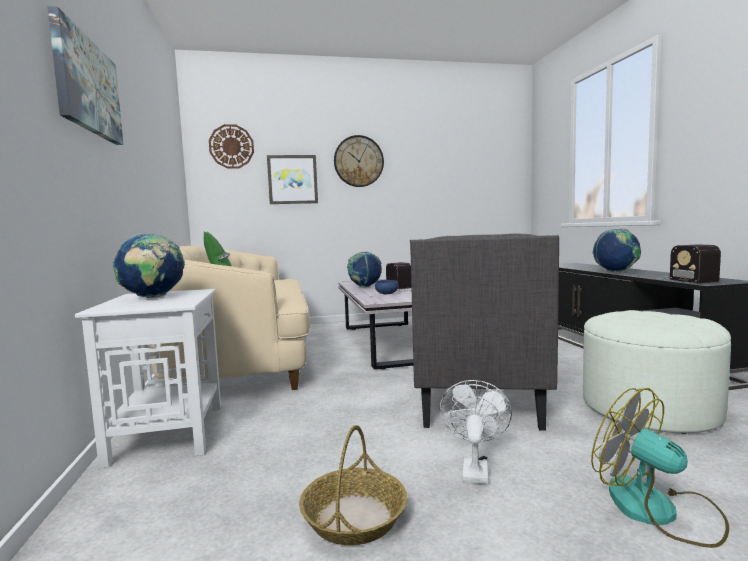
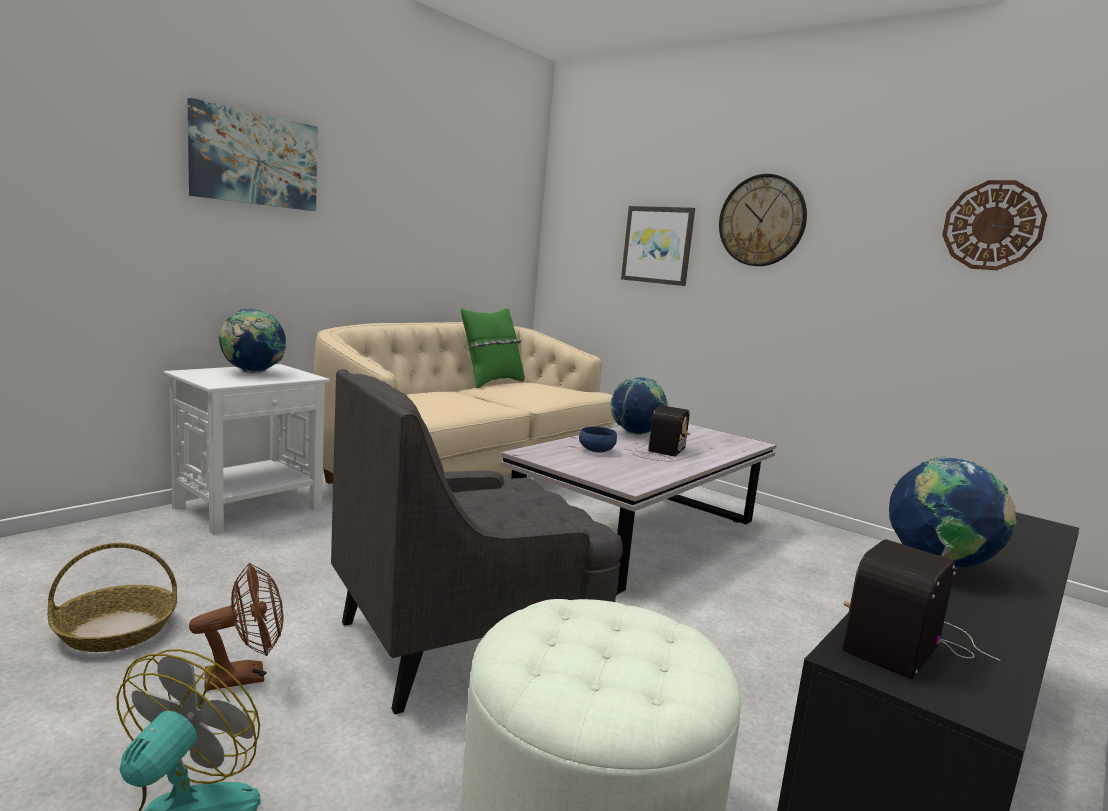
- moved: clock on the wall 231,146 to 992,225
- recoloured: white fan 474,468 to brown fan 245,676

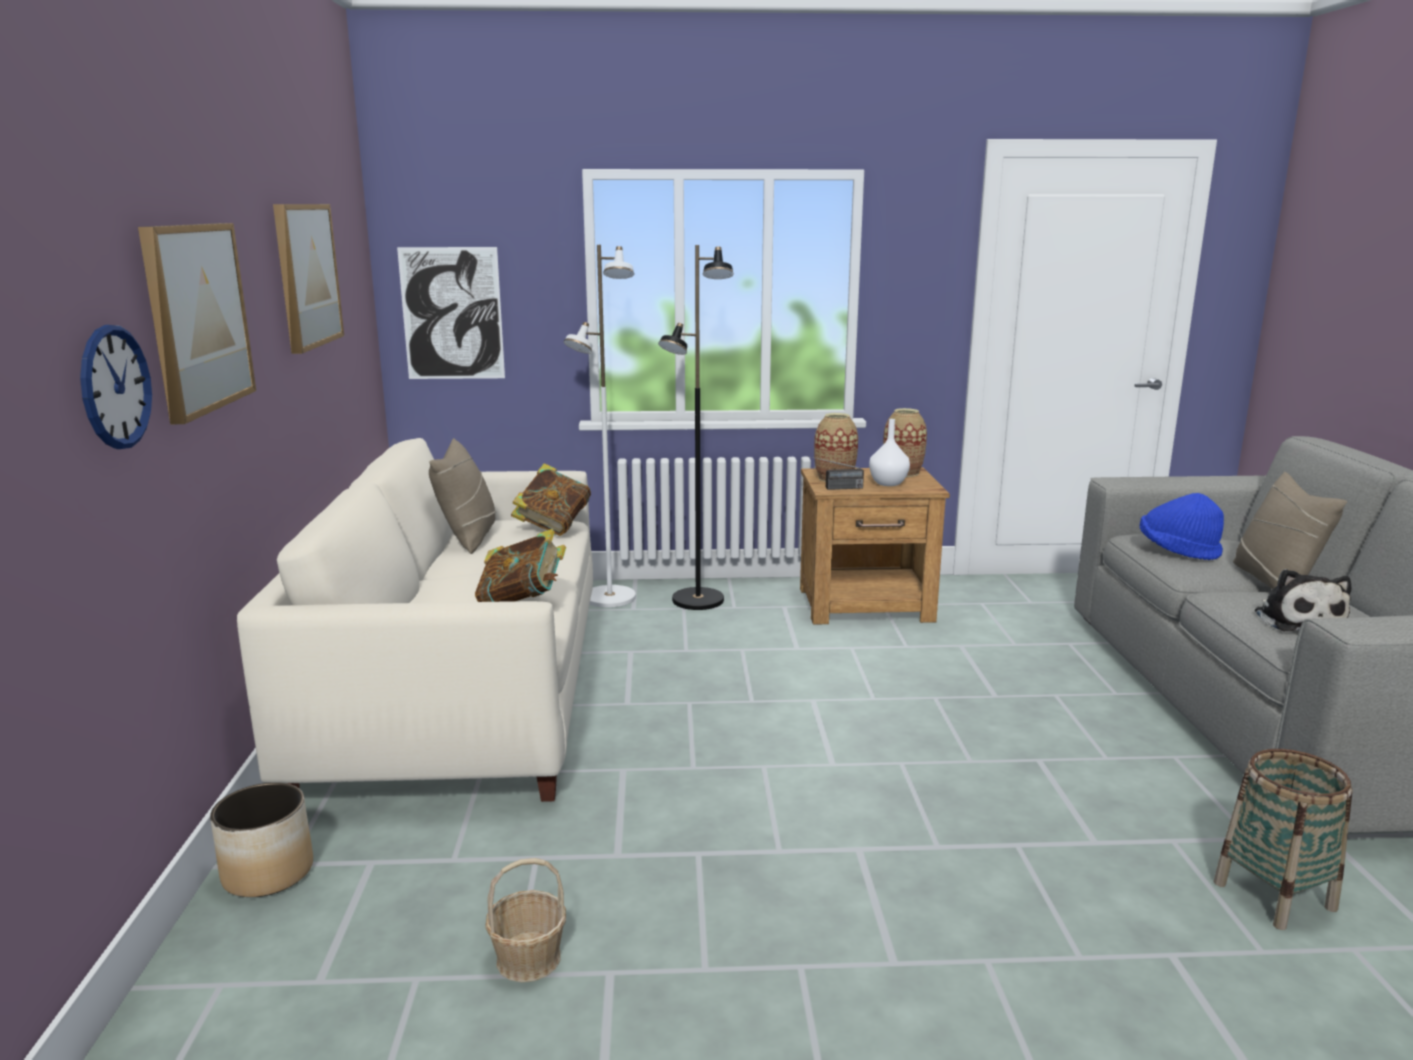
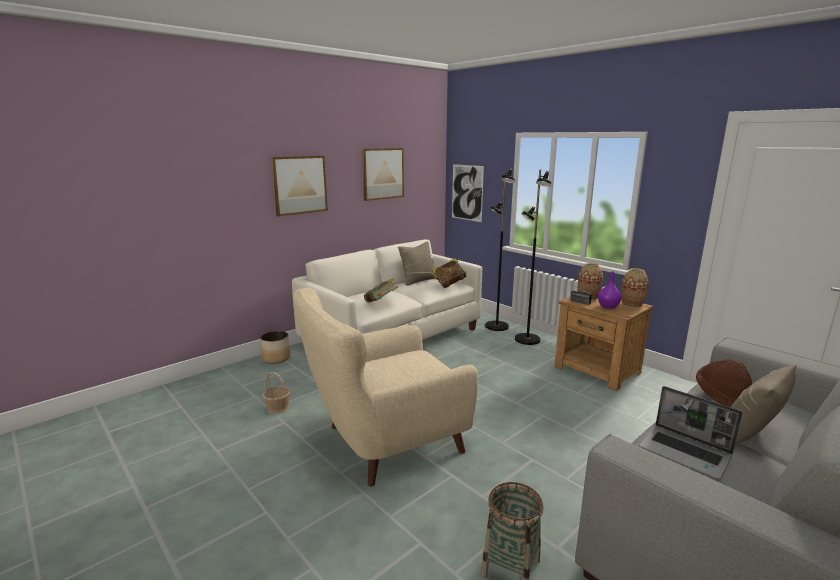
- removed: clock on the wall 115,387
- added: sand-coloured easy chair 385,441
- replaced: soft toy 1297,620 to notebook computer 686,452
- recoloured: white standard lamp 609,598 to black standard lamp 496,326
- recoloured: white vase 889,483 to purplish vase 608,306
- recoloured: blue clothing hat 1177,551 to brown clothing hat 721,396

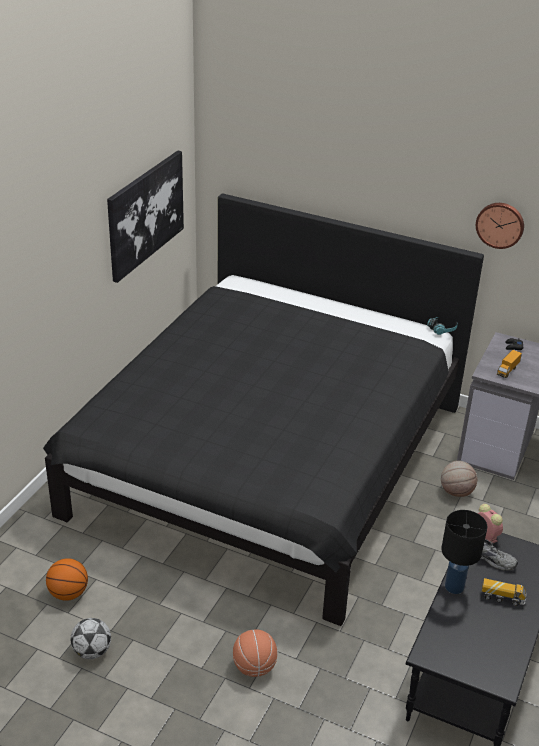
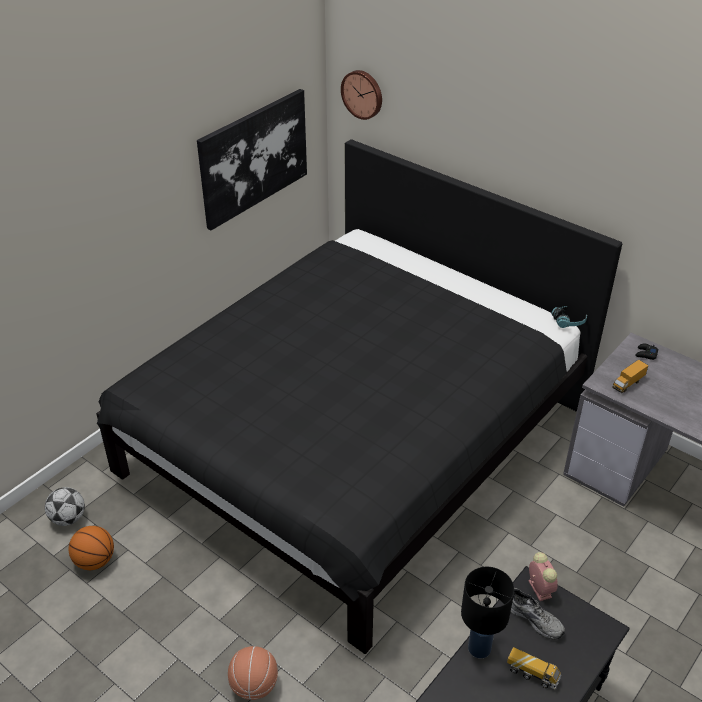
- removed: ball for basketball 456,492
- moved: football ball 92,651 to 68,518
- moved: clock on the wall 500,224 to 363,94

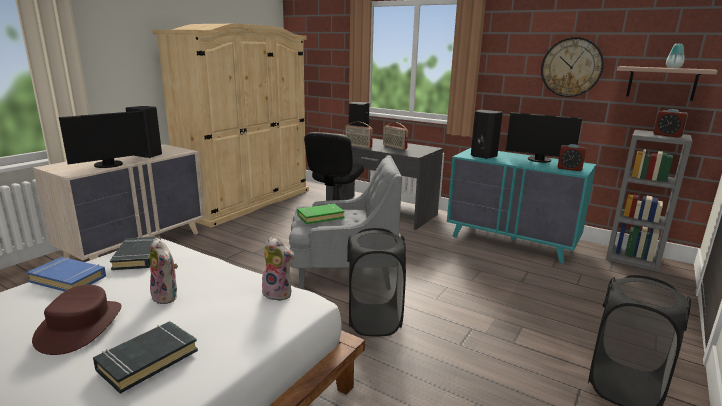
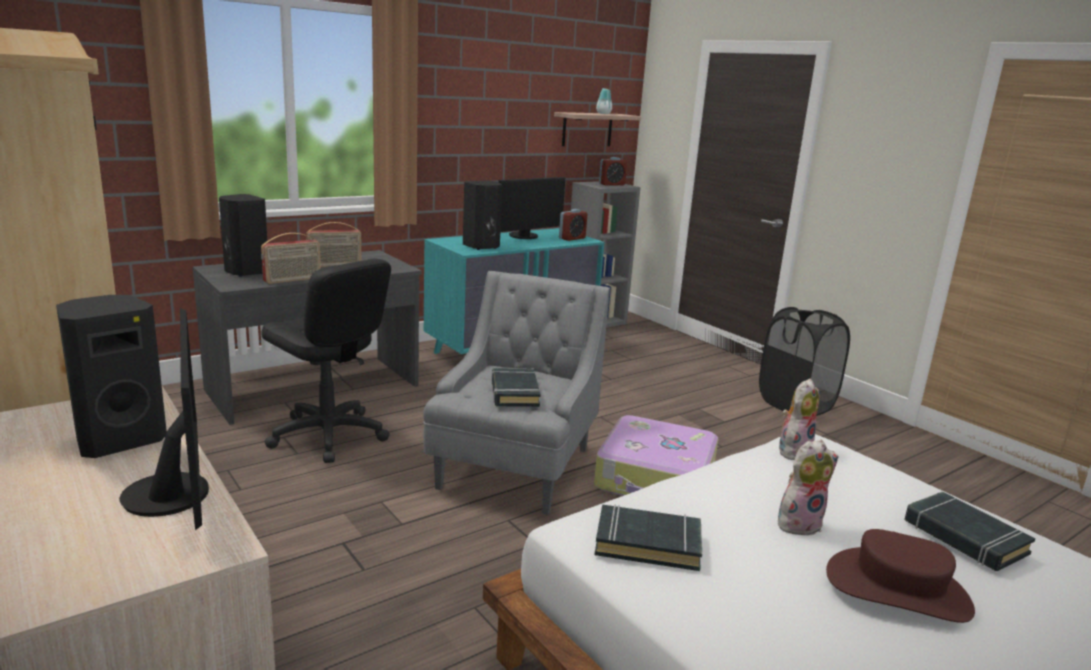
- removed: blue volume 68,279
- removed: clock on the wall 571,67
- replaced: black laundry basket 374,320 to travel case 656,479
- recoloured: green-coloured volume 320,217 to black volume 514,392

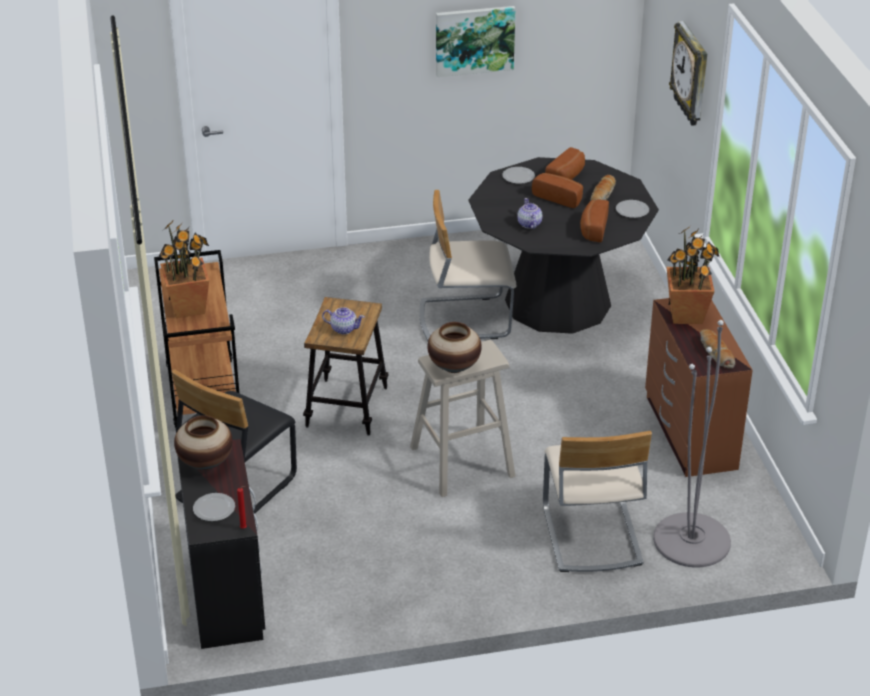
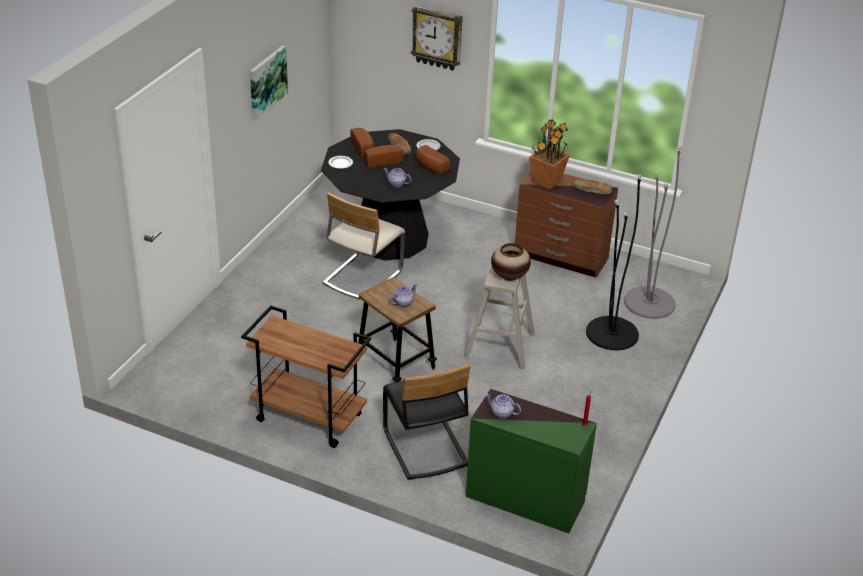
- removed: plant in a pot 189,307
- removed: flat dish 214,508
- replaced: vase 205,463 to tea pot 501,413
- replaced: sand-coloured upright chair 590,535 to black standard lamp 612,333
- recoloured: black chest of drawers 227,592 to green-coloured chest of drawers 525,497

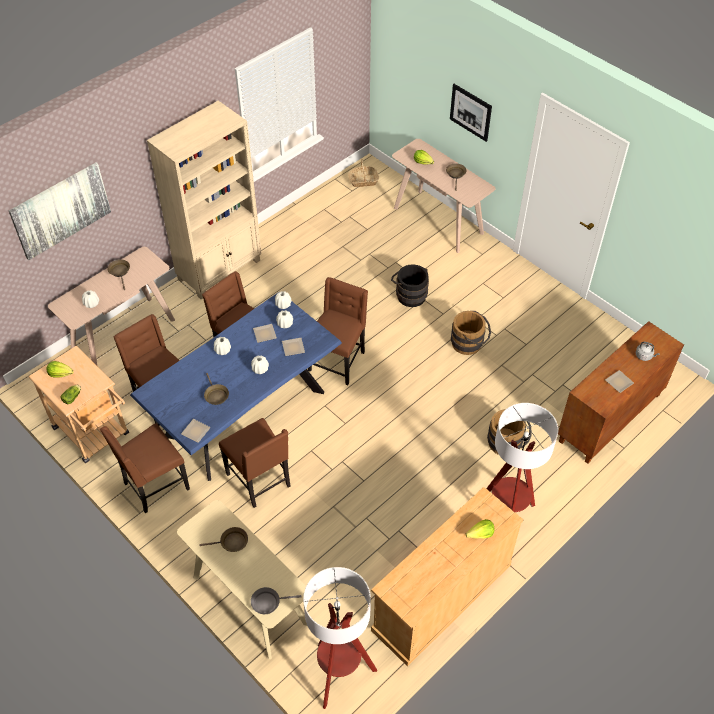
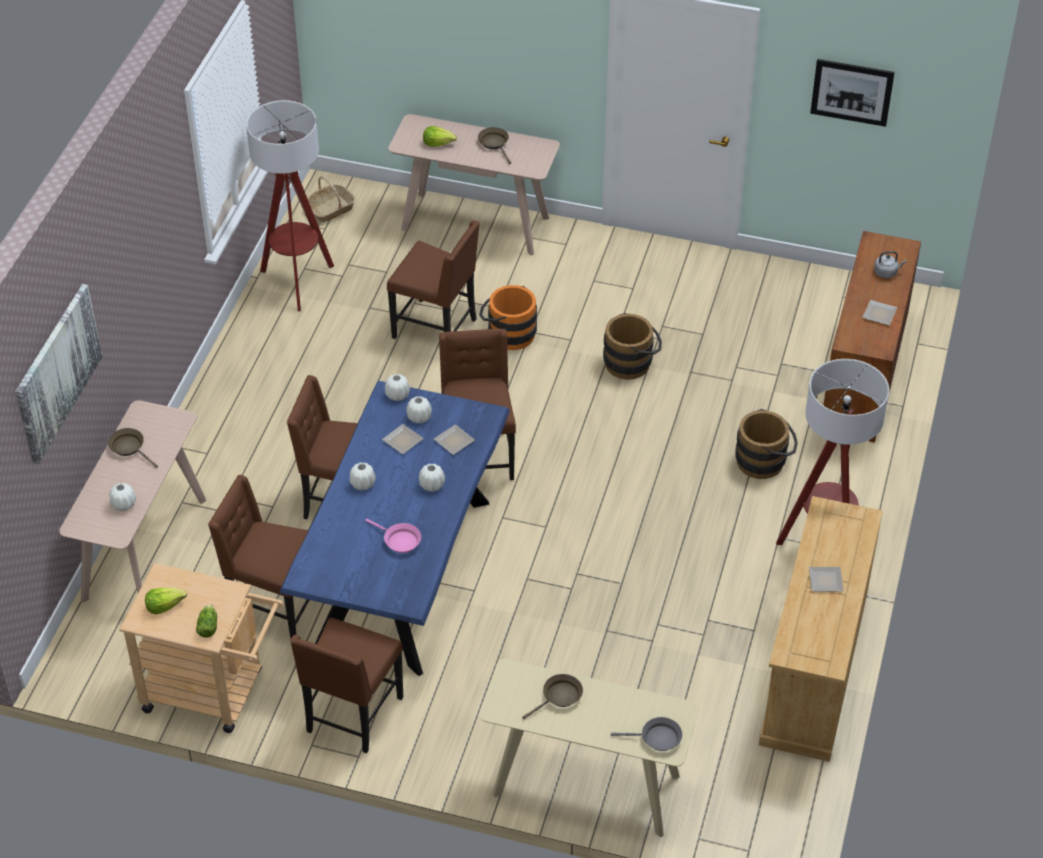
- removed: sand-coloured shelving unit 220,270
- removed: lettuce head 480,534
- moved: flat dish 195,432 to 824,581
- moved: brown upright chair 260,480 to 437,328
- moved: standard lamp 339,674 to 297,282
- moved: picture 470,112 to 852,92
- recoloured: brown skillet 216,395 to pink skillet 399,540
- recoloured: black water bucket 409,294 to orange-coloured water bucket 508,333
- turned: grey skillet 268,602 = 657,738 135 degrees counterclockwise

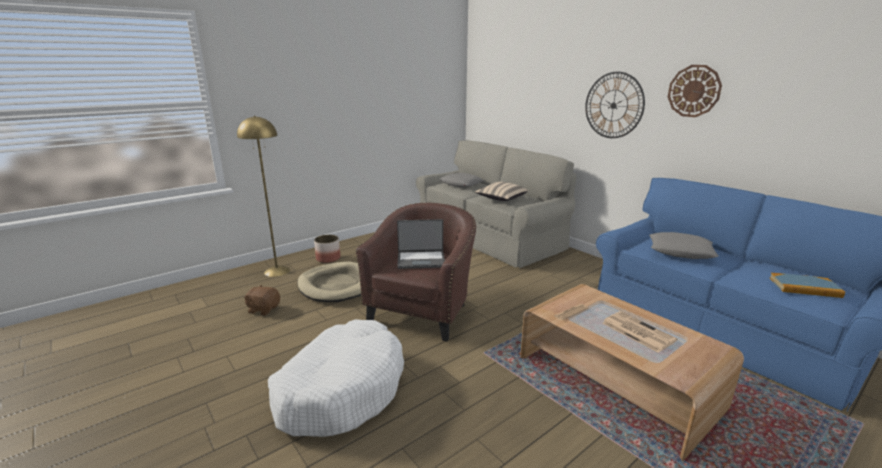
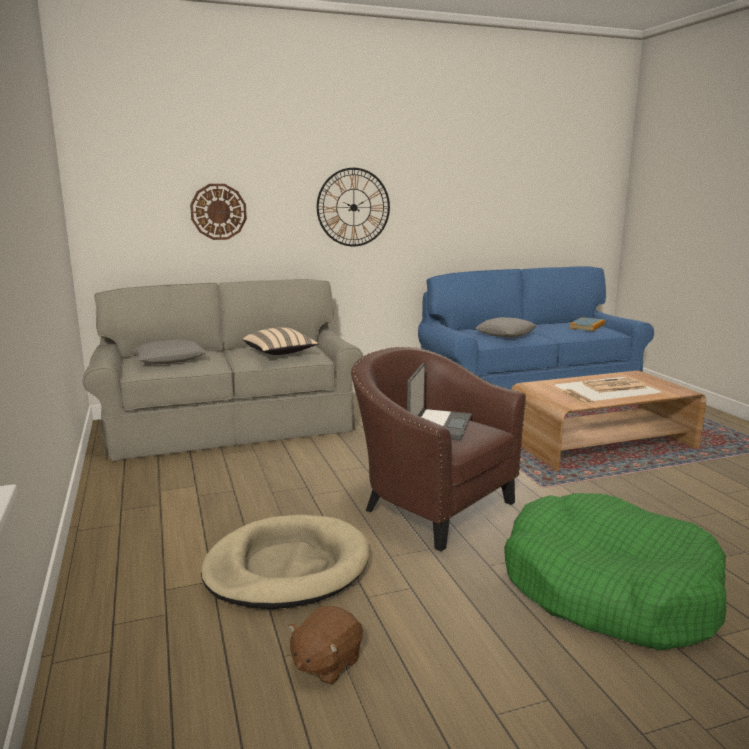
- removed: yellow standard lamp 277,271
- removed: planter 328,259
- moved: clock on the wall 694,91 to 218,211
- recoloured: white pet bed 341,389 to green-coloured pet bed 608,589

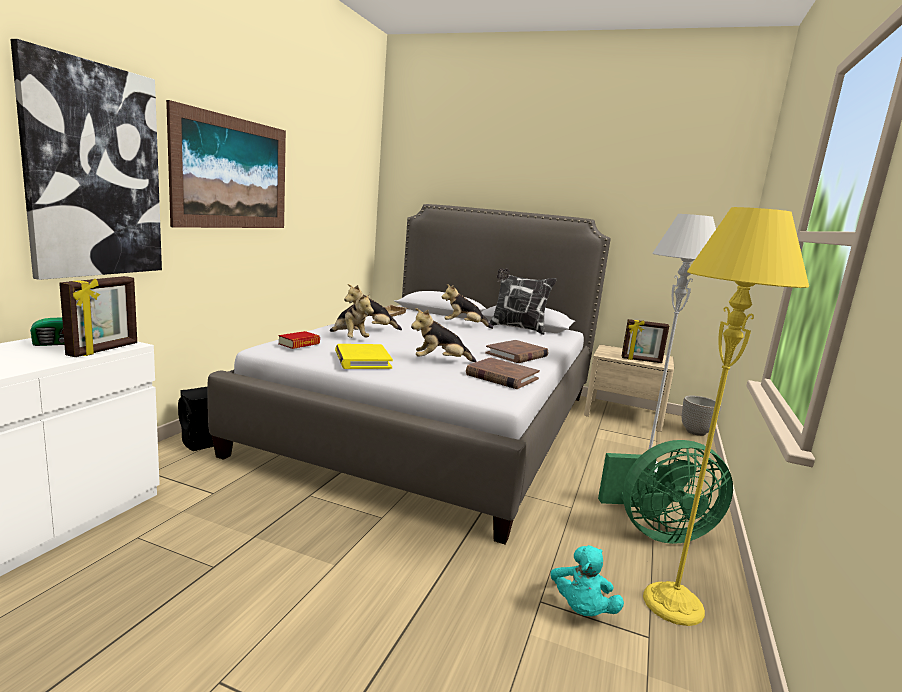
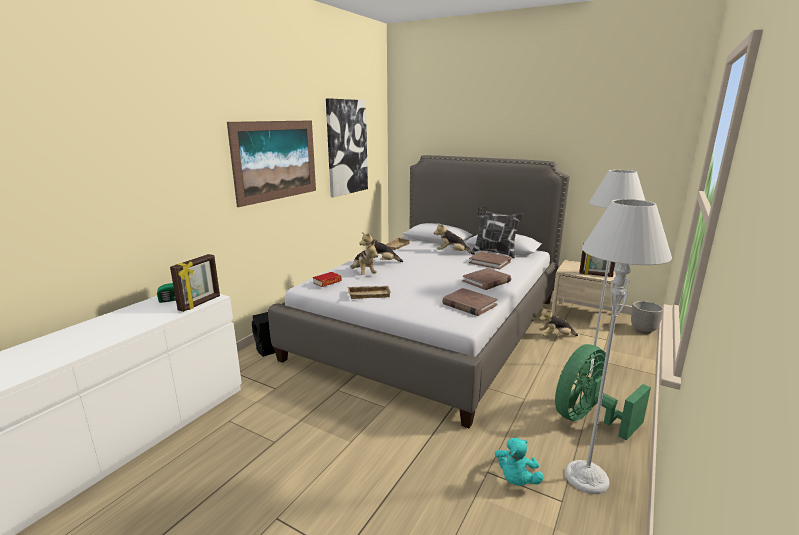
- added: brown volume 490,262
- moved: picture 94,172 to 346,147
- moved: soft toy 440,362 to 555,337
- replaced: yellow volume 362,360 to sand-coloured carrying tray 369,294
- recoloured: yellow standard lamp 673,604 to grey standard lamp 586,477
- turned: green-coloured fan 656,531 = 587,419 135 degrees clockwise

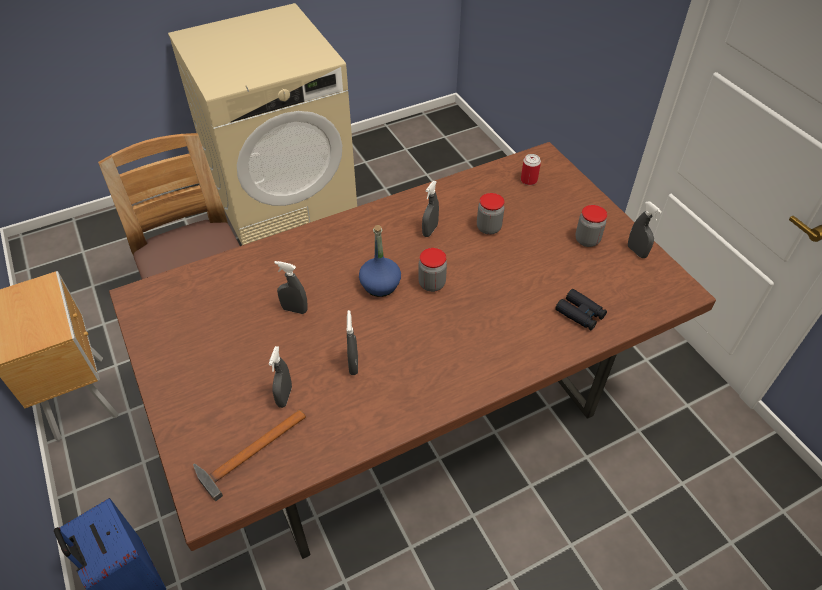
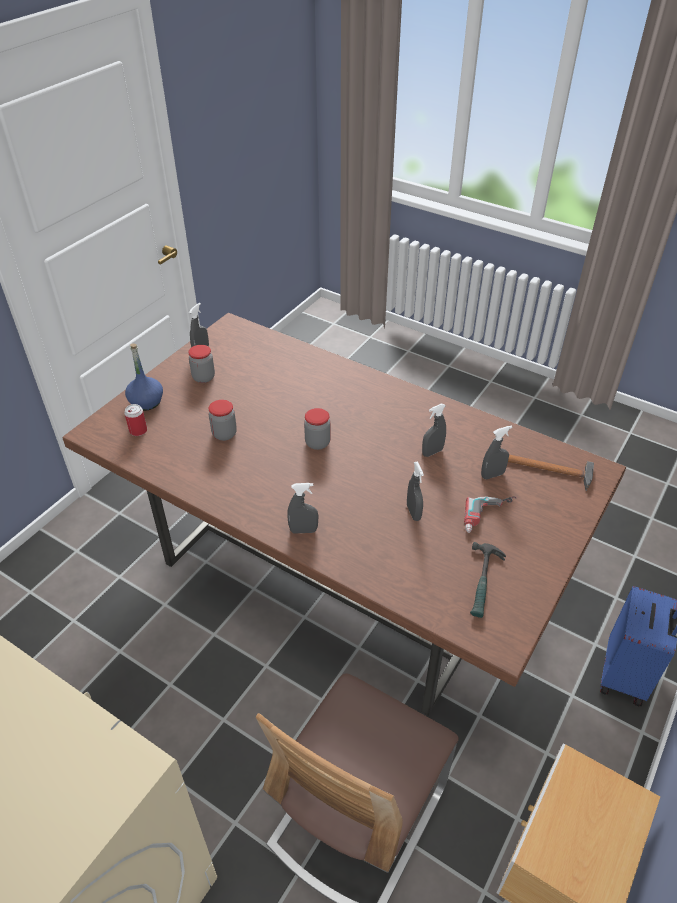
- removed: black field glasses 580,314
- added: drill 490,517
- added: tool hammer 484,582
- moved: blue drink bottle 380,285 to 146,402
- moved: grey spray bottle 430,230 to 303,530

